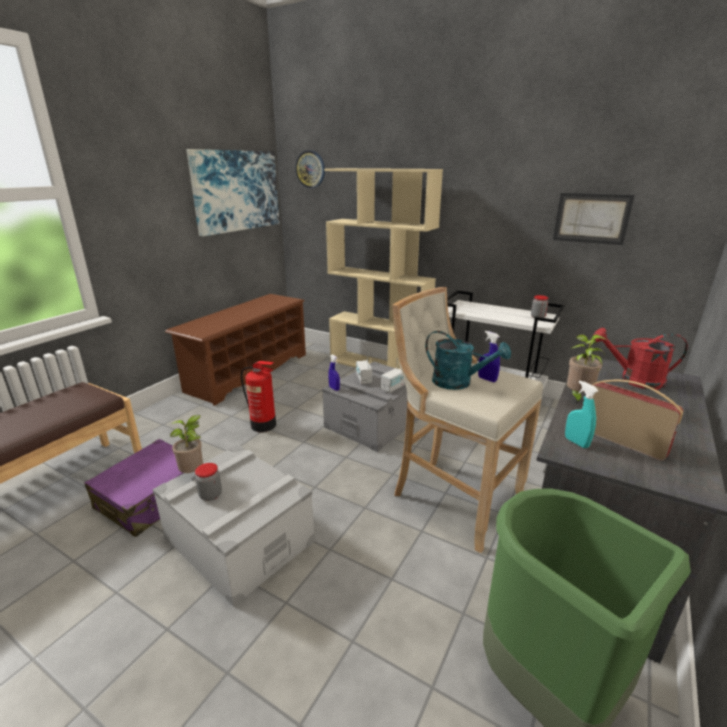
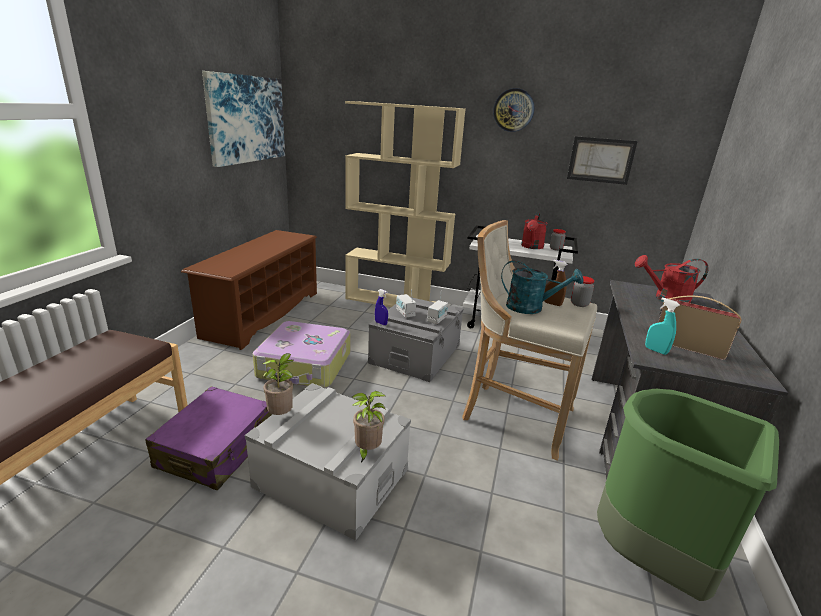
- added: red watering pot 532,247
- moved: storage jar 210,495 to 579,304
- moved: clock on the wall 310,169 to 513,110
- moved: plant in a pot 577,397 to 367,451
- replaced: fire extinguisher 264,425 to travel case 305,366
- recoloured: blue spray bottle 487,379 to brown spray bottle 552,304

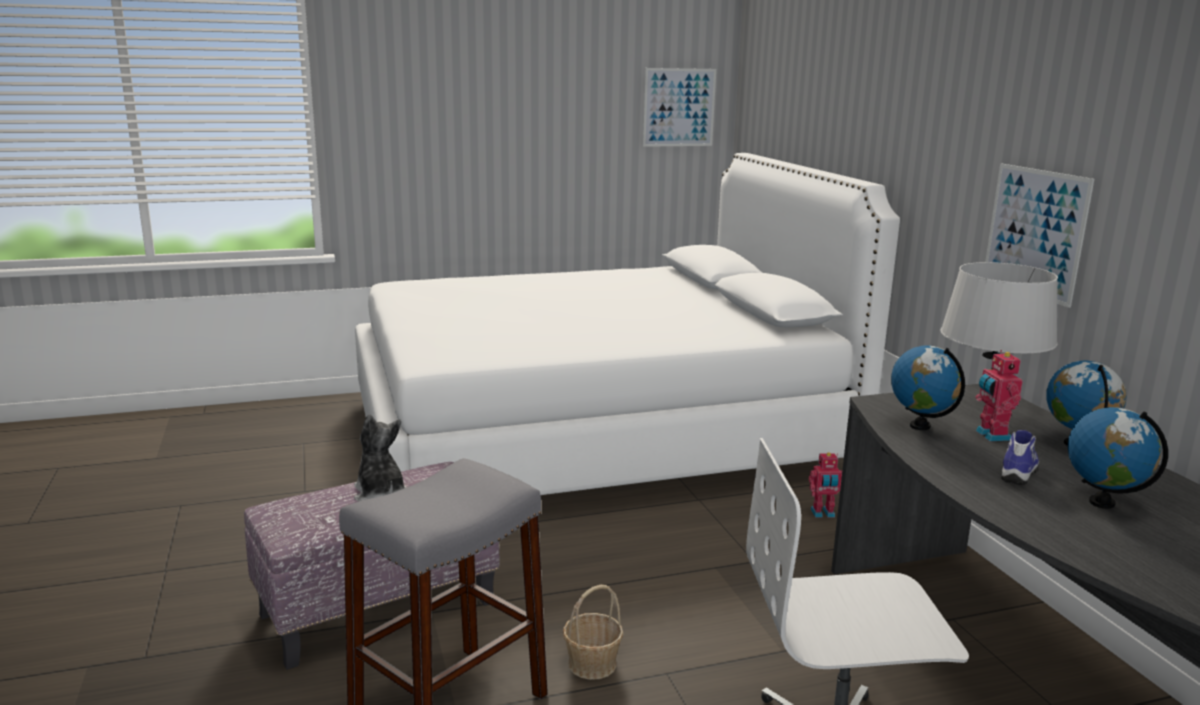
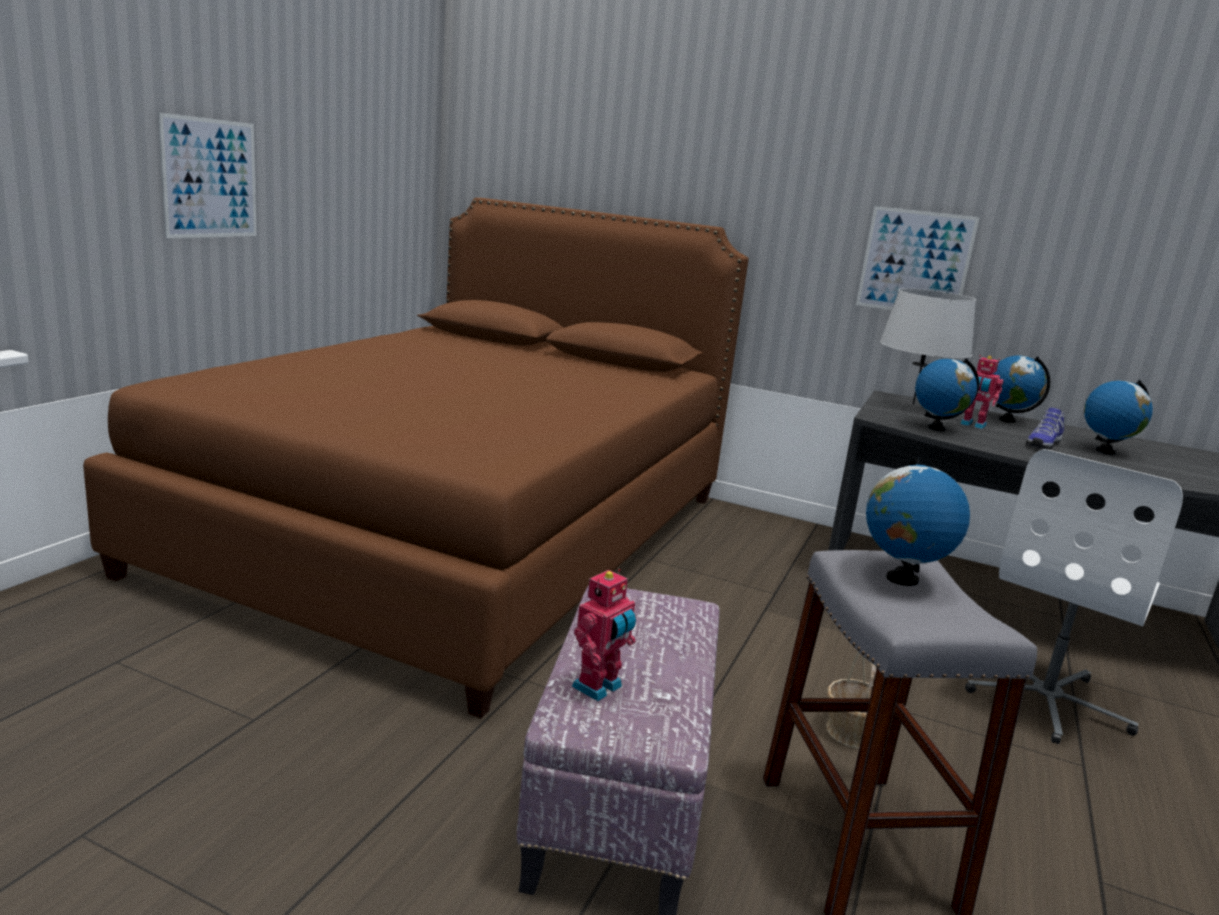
- removed: soft toy 380,494
- added: desk globe 901,579
- moved: picture 679,107 to 210,178
- moved: toy robot 823,514 to 599,688
- recoloured: white sleeping bed 593,436 to brown sleeping bed 460,532
- turned: shoe 1019,472 = 1042,444 120 degrees counterclockwise

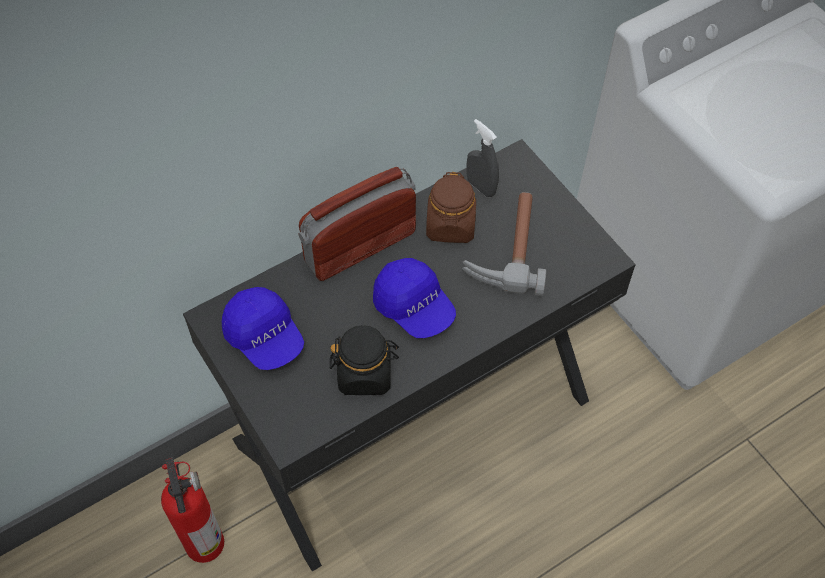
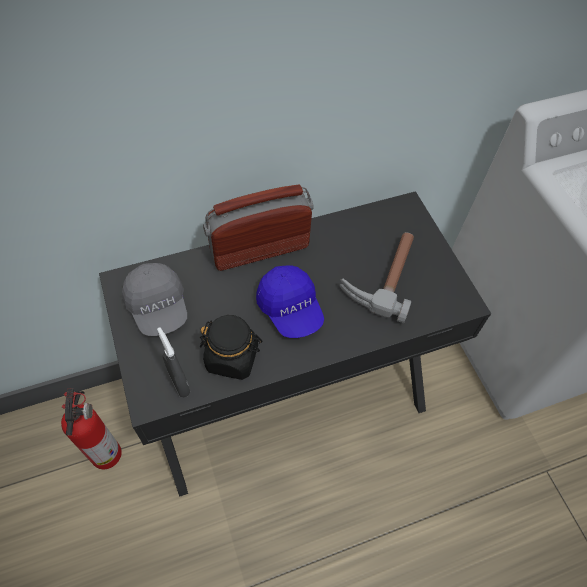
- removed: brown storage jar 450,225
- moved: grey spray bottle 481,187 to 179,383
- recoloured: blue baseball cap 265,337 to grey baseball cap 158,307

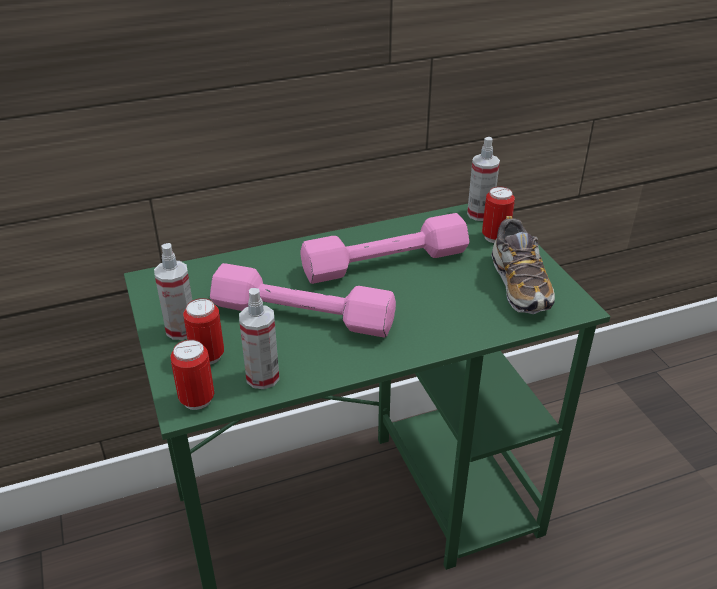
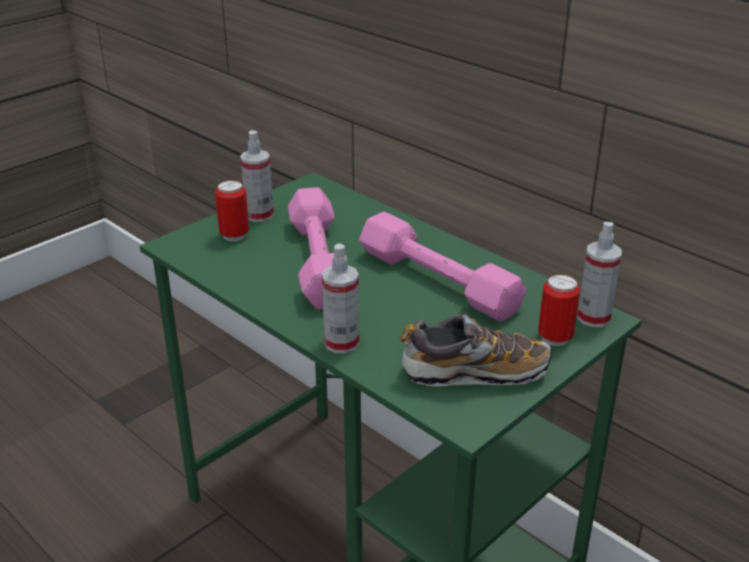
- removed: can 197,399
- moved: spray bottle 262,377 to 341,343
- turned: shoe 519,285 = 473,373 150 degrees counterclockwise

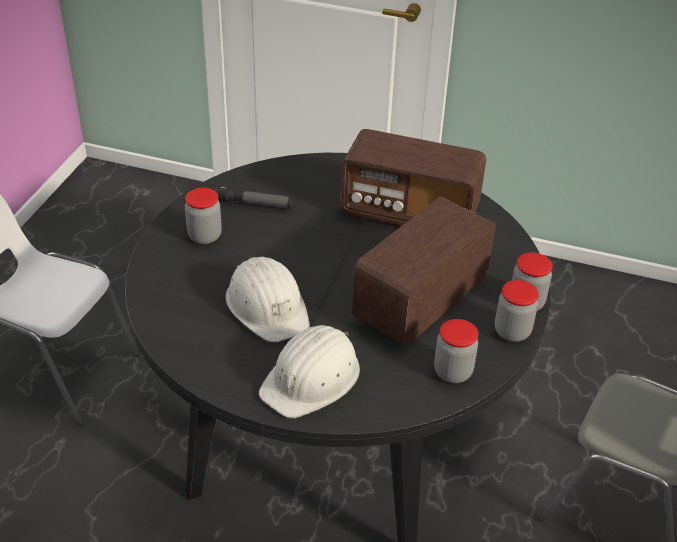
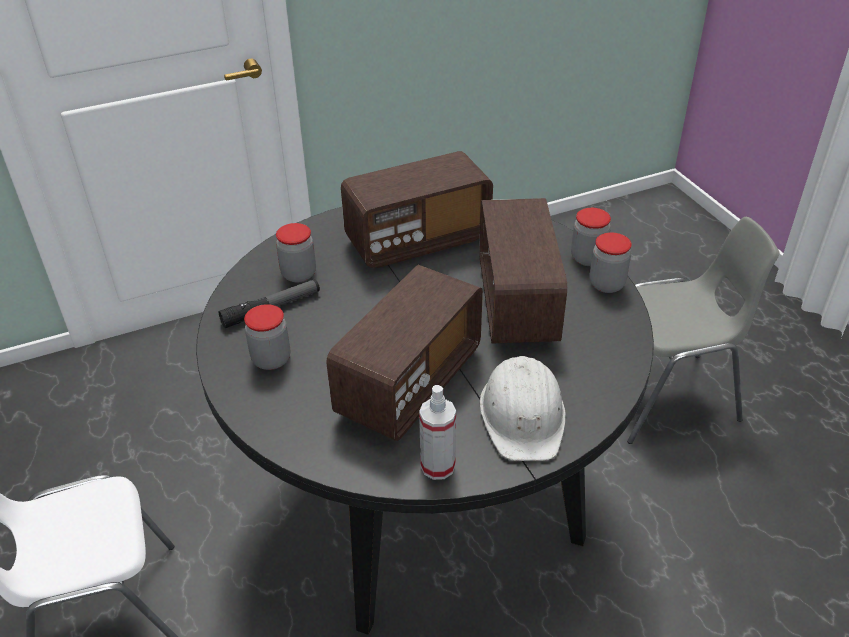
- added: spray bottle 437,466
- moved: storage jar 453,372 to 298,274
- replaced: white hard hat 267,306 to radio receiver 409,383

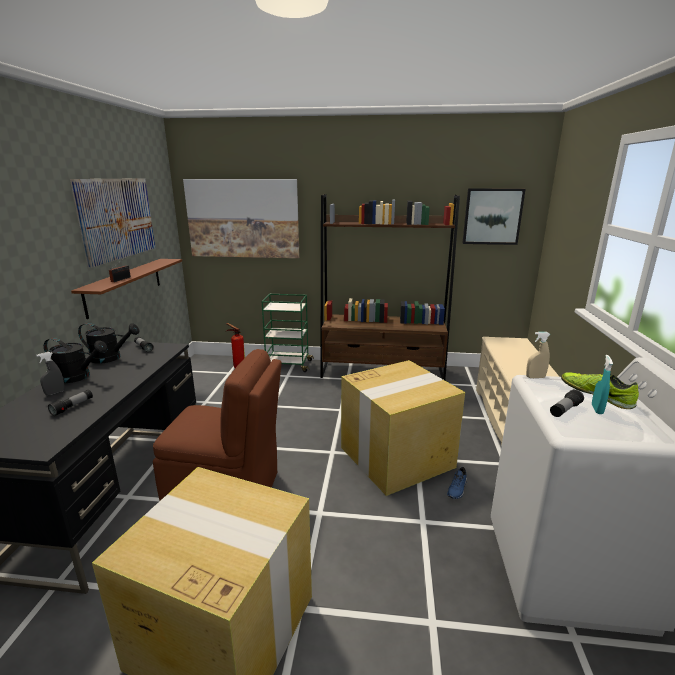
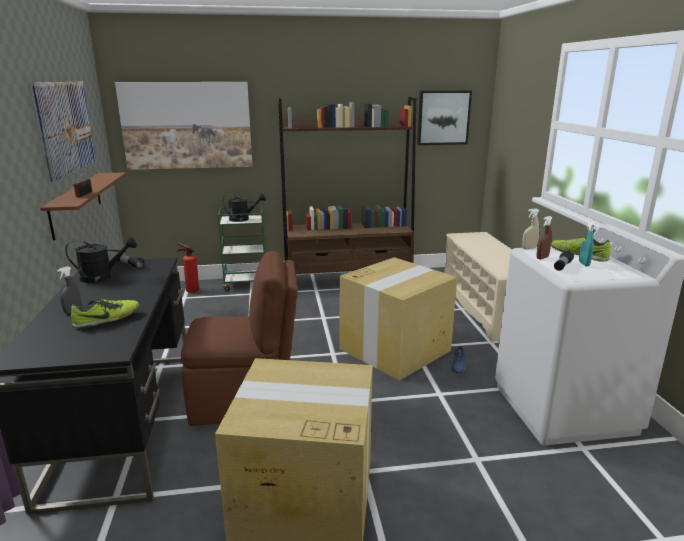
- added: brown spray bottle 542,258
- moved: black watering pot 79,377 to 243,219
- replaced: hand torch 72,407 to shoe 107,319

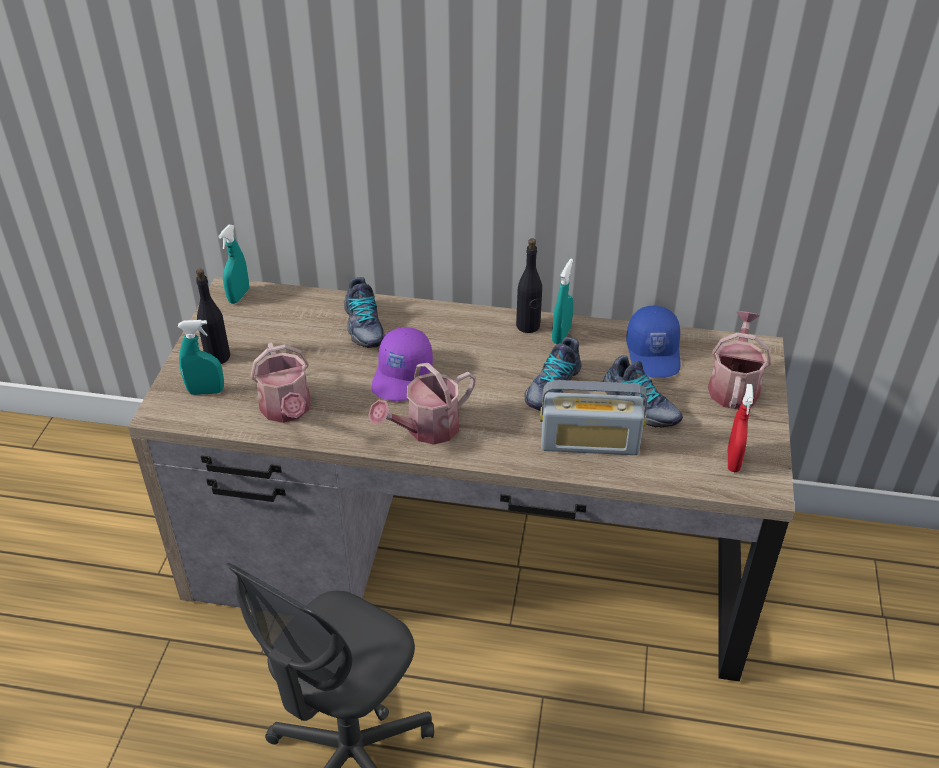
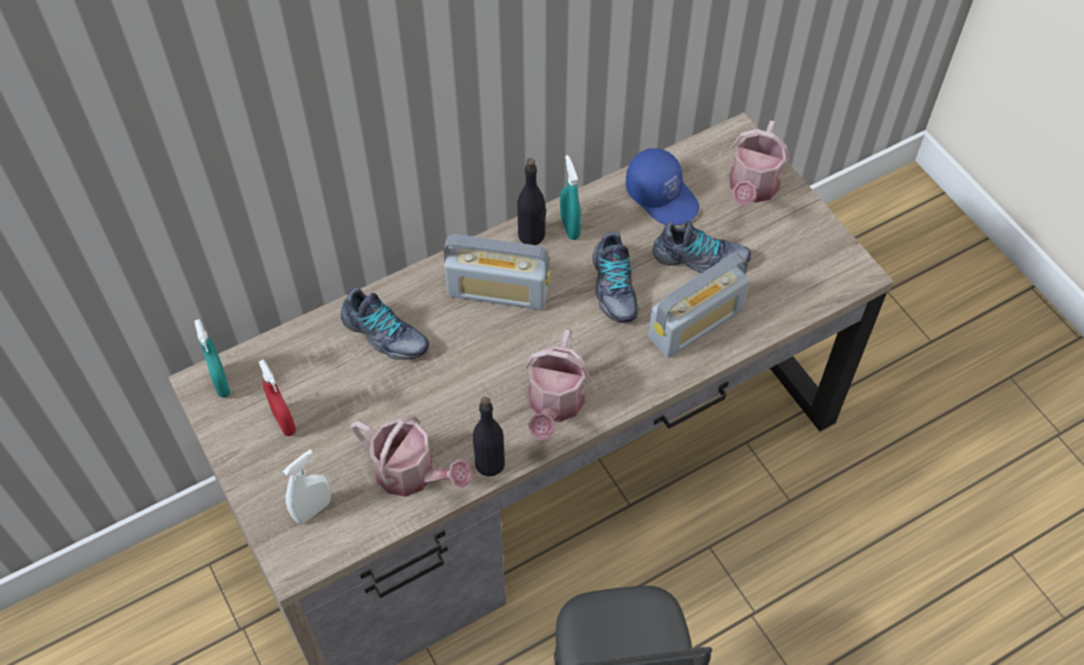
- removed: purplish baseball cap 403,376
- added: radio receiver 498,291
- moved: black drink bottle 218,356 to 489,463
- moved: red spray bottle 733,460 to 284,421
- recoloured: turquoise-coloured spray bottle 206,391 to white spray bottle 313,510
- turned: watering pot 734,386 = 751,189 135 degrees counterclockwise

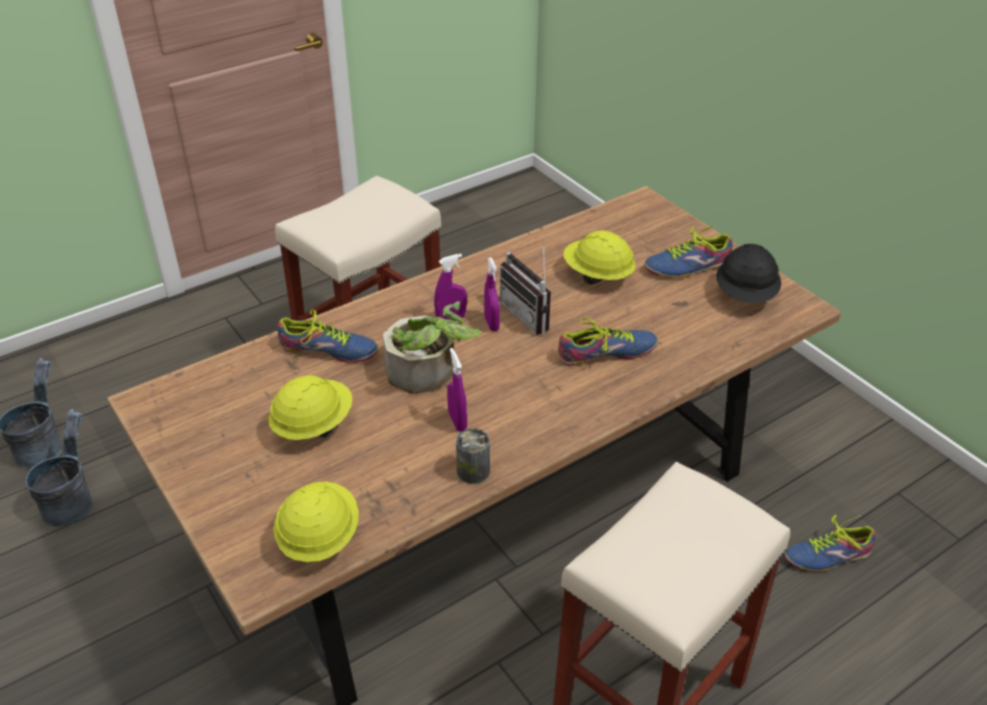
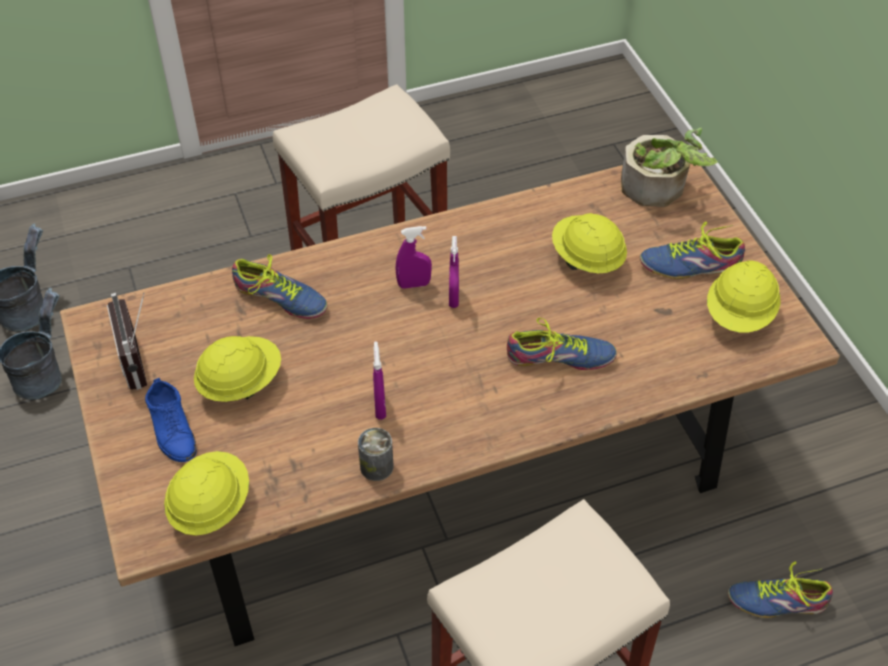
- added: blue shoe 172,428
- moved: plant in a pot 429,373 to 659,190
- moved: radio receiver 531,314 to 142,360
- recoloured: black hard hat 745,295 to yellow hard hat 739,315

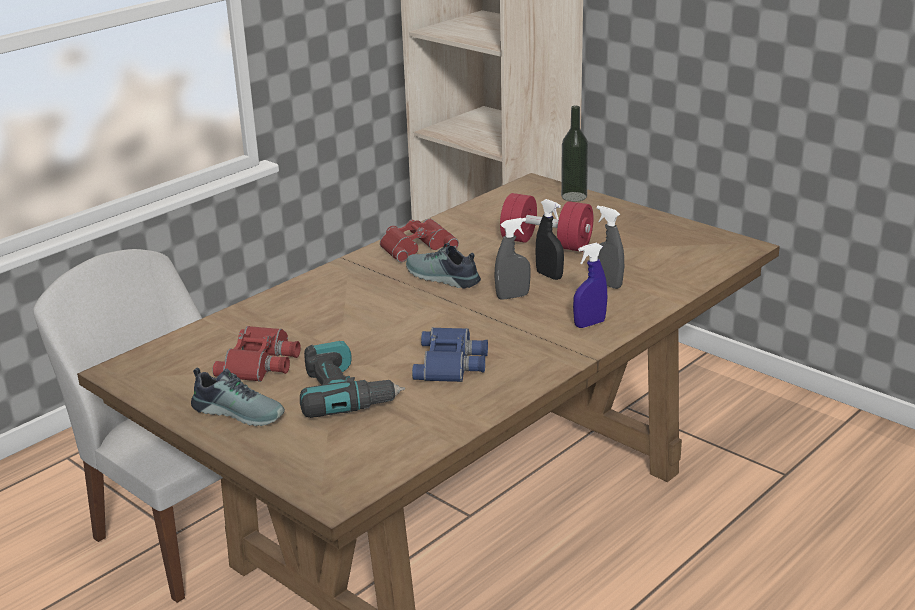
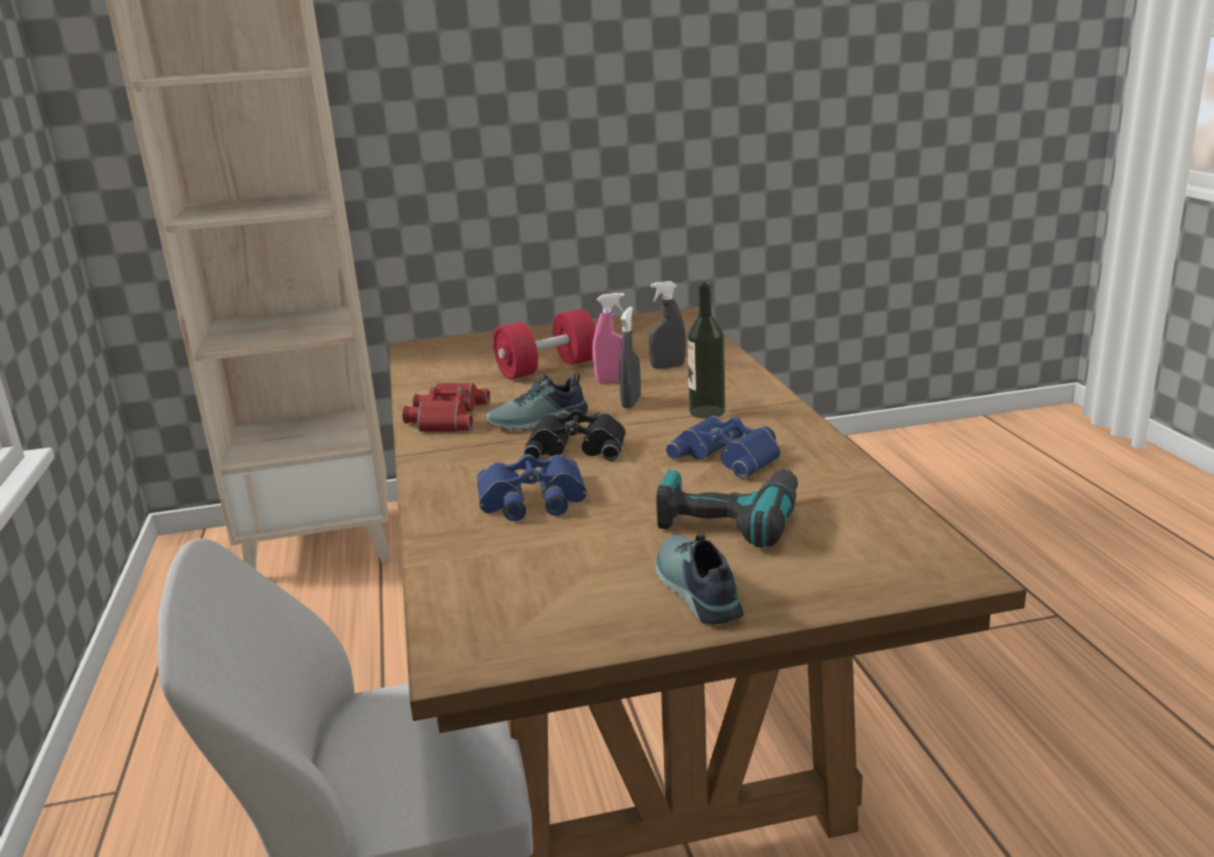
- removed: red field glasses 261,362
- removed: blue spray bottle 589,324
- added: blue field glasses 532,500
- added: black field glasses 578,446
- moved: drink bottle 574,196 to 707,412
- recoloured: black spray bottle 549,275 to pink spray bottle 614,381
- turned: shoe 240,411 = 694,590 75 degrees counterclockwise

